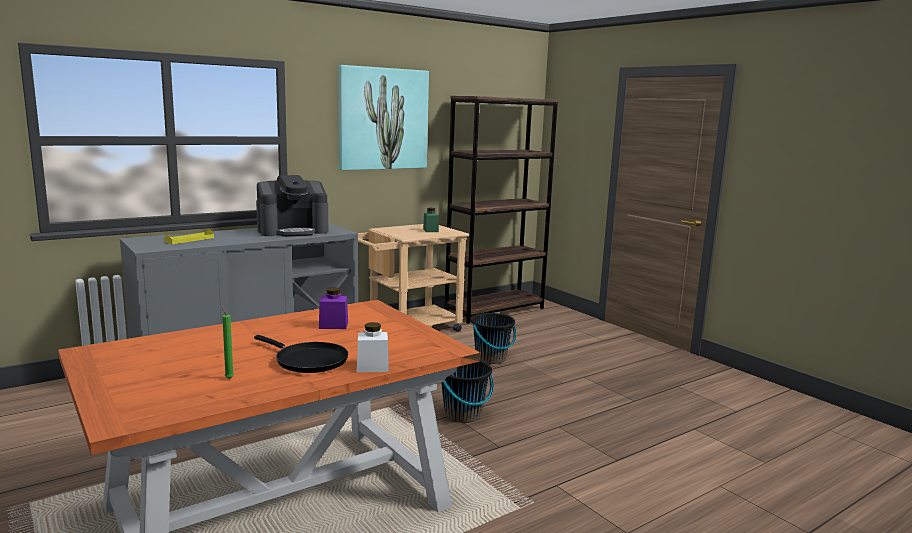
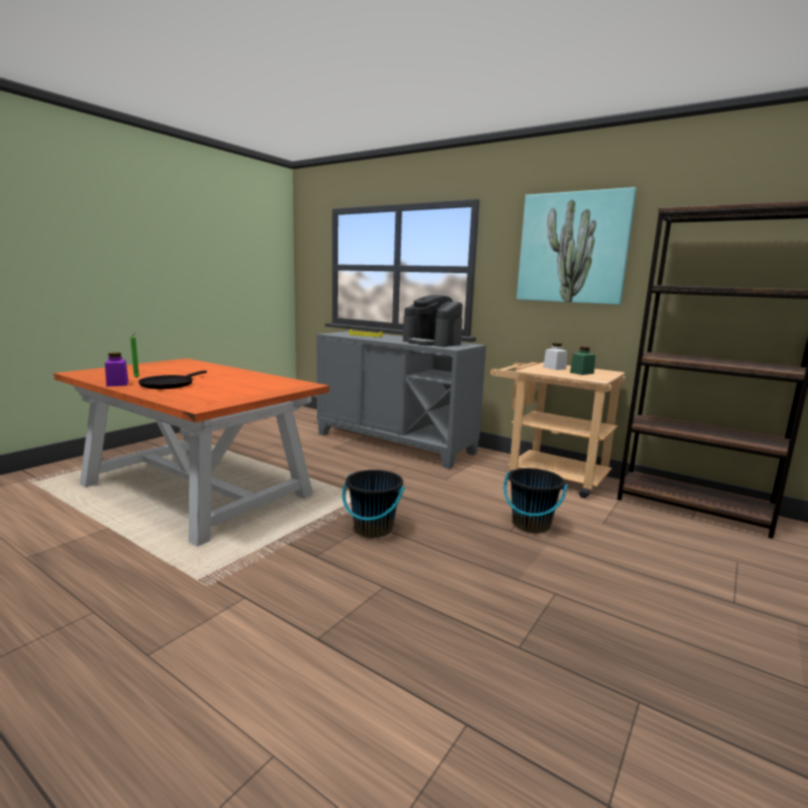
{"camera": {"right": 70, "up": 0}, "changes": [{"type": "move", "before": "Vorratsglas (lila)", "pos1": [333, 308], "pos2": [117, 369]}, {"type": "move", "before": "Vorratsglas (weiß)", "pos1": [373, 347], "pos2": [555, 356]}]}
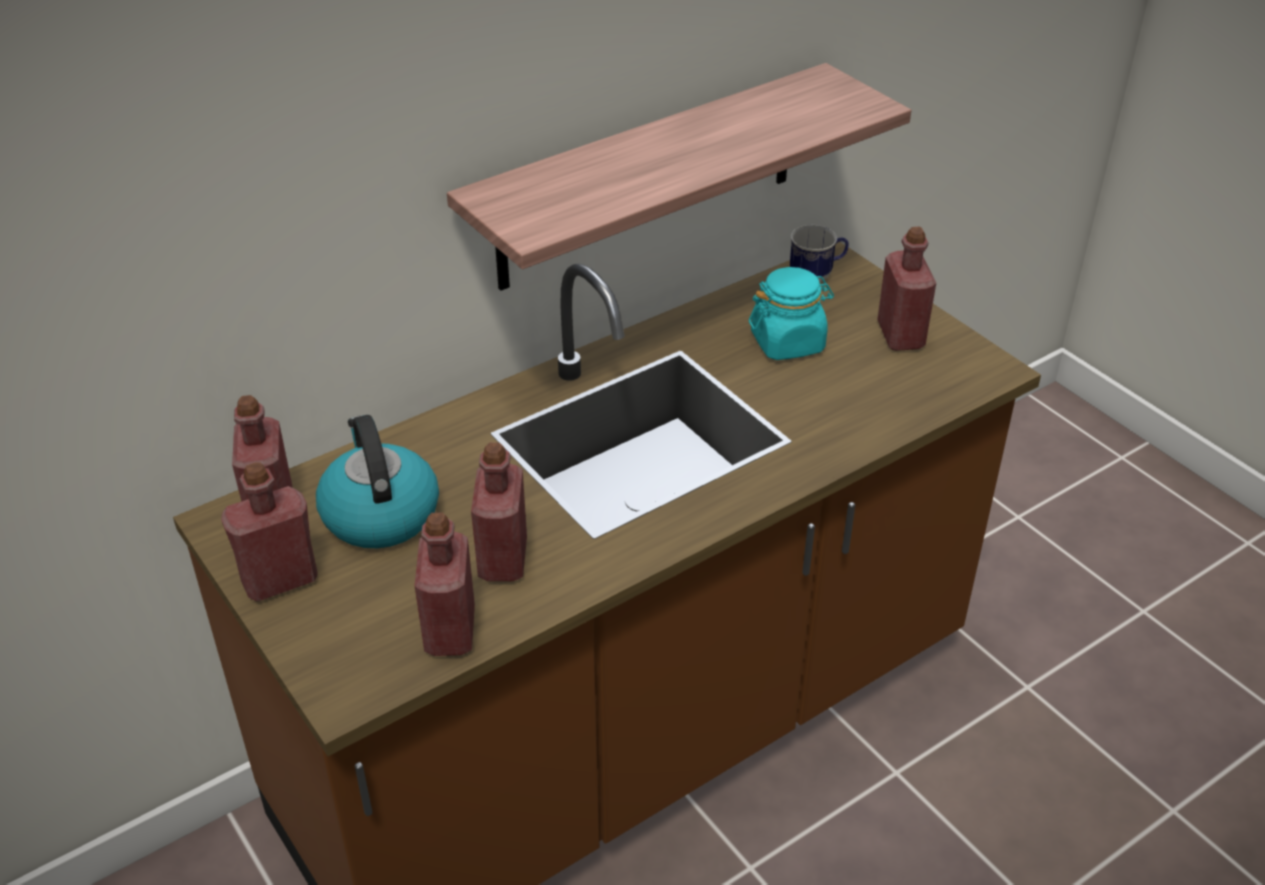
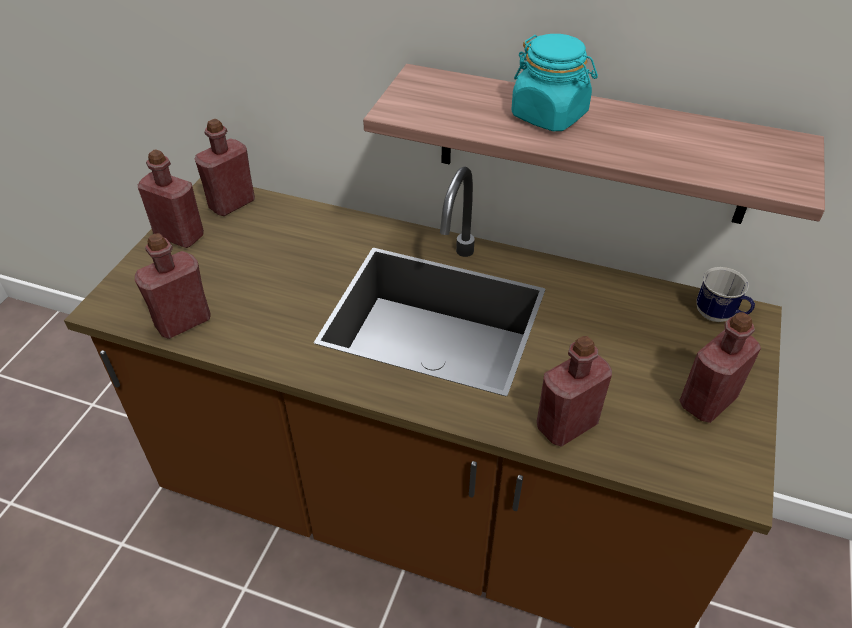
{"camera": {"right": 55, "up": 5}, "changes": [{"type": "move", "before": "Vorratsglas (türkis)", "pos1": [791, 313], "pos2": [554, 82]}, {"type": "delete", "before": "Wasserkessel", "pos1": [377, 481]}, {"type": "move", "before": "Flasche (rot)", "pos1": [499, 512], "pos2": [574, 391]}]}
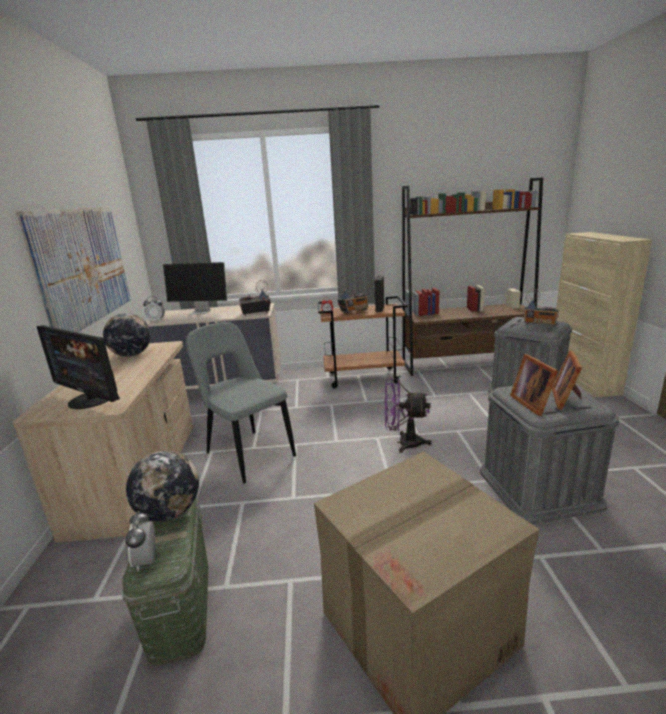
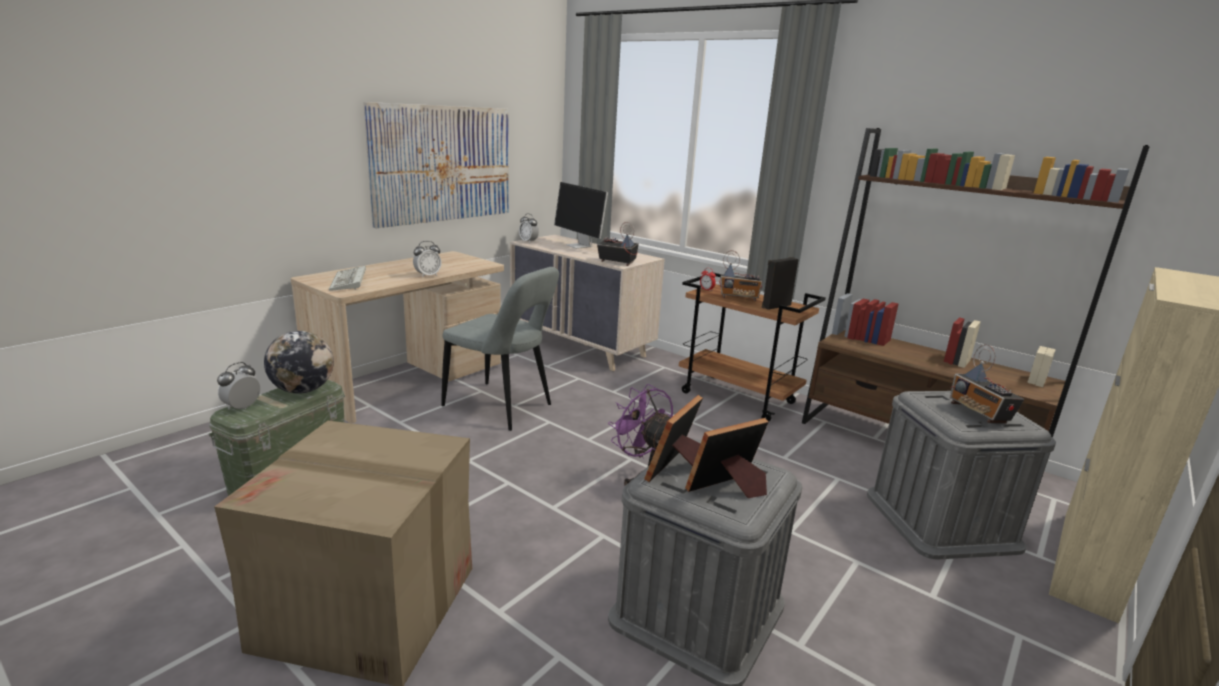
{"camera": {"right": 40, "up": 0}, "changes": [{"type": "delete", "before": "Globus", "pos1": [127, 335]}, {"type": "rotate", "before": "Stuhl (grau)", "pos1": [241, 402], "pos2": [500, 349], "turn": 120}, {"type": "replace", "before": "Monitor", "after": "Tastatur", "pos1": [78, 367], "pos2": [347, 278]}, {"type": "insert", "after": "Wecker", "pos2": [427, 259]}]}
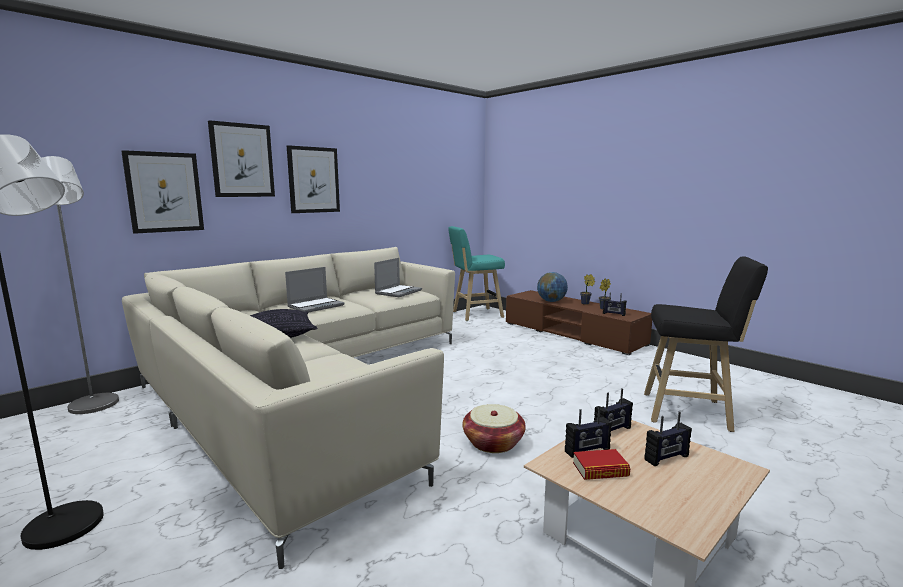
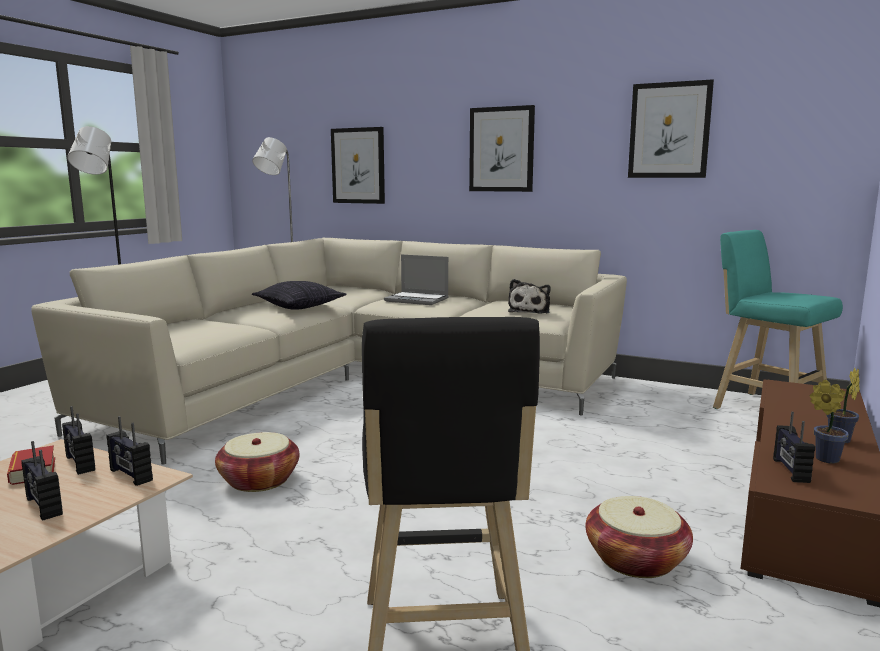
{"camera": {"right": 70, "up": 0}, "changes": [{"type": "move", "before": "Bild", "pos1": [241, 158], "pos2": [671, 128]}, {"type": "replace", "before": "Laptop", "after": "Plüschtier", "pos1": [398, 277], "pos2": [529, 296]}, {"type": "delete", "before": "Globus", "pos1": [552, 287]}, {"type": "insert", "after": "Korb", "pos2": [639, 537]}]}
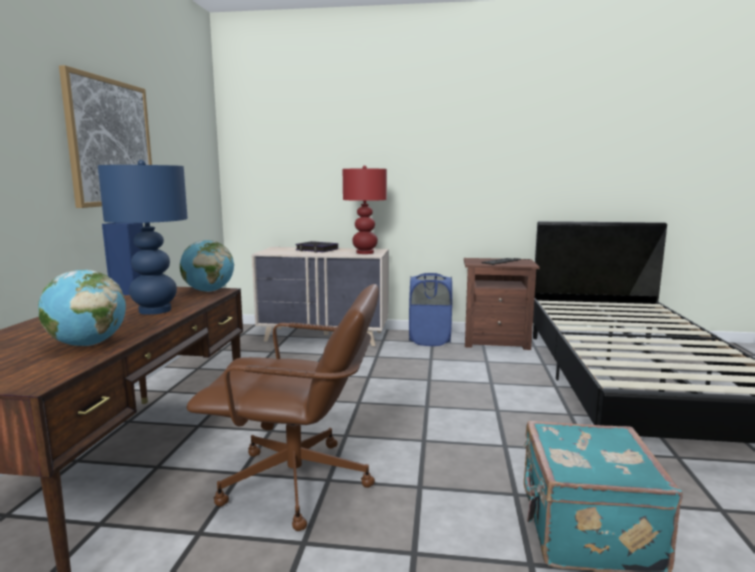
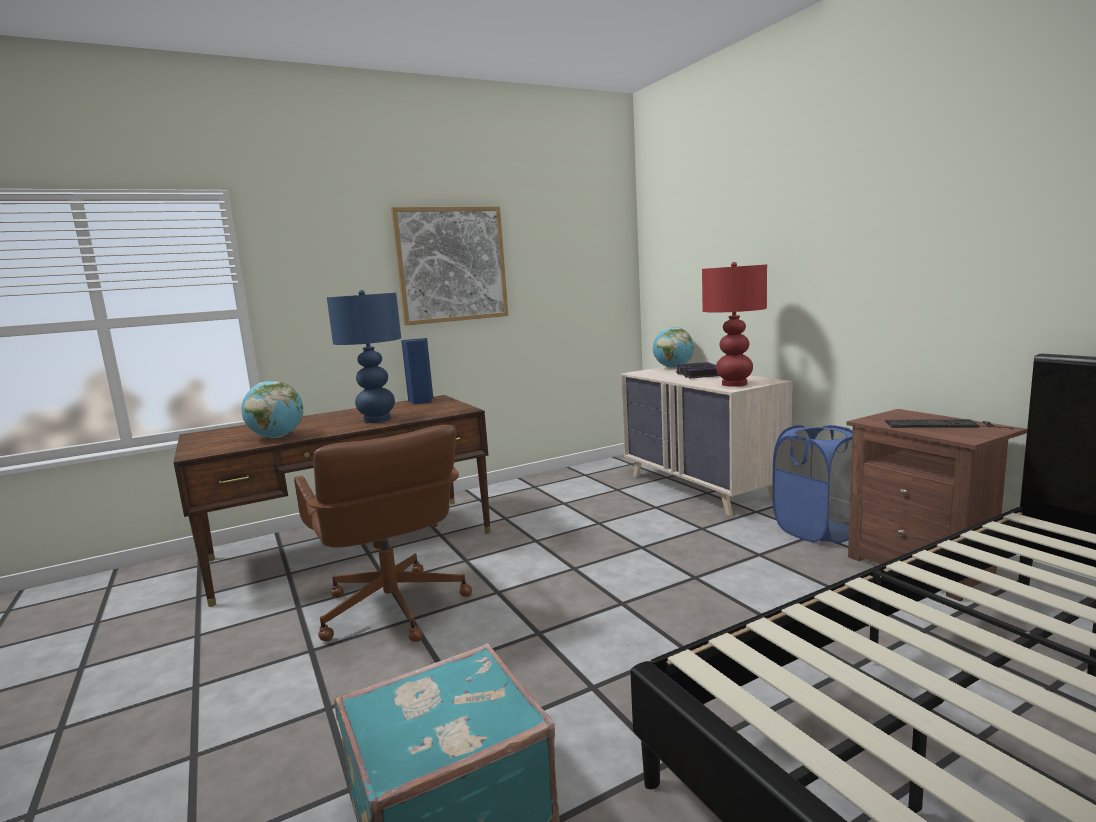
{"camera": {"right": 55, "up": 0}, "changes": [{"type": "move", "before": "Globus", "pos1": [207, 266], "pos2": [673, 347]}]}
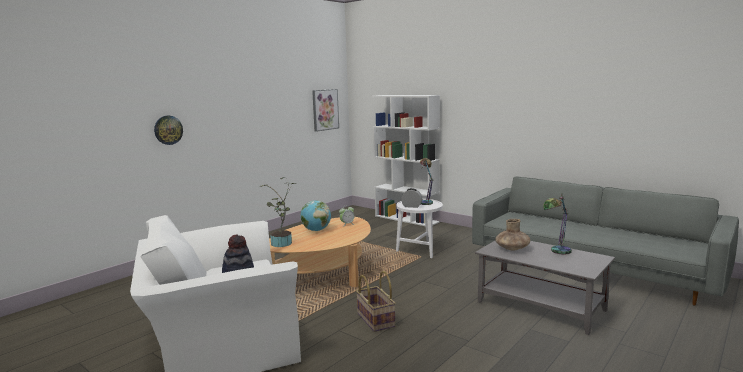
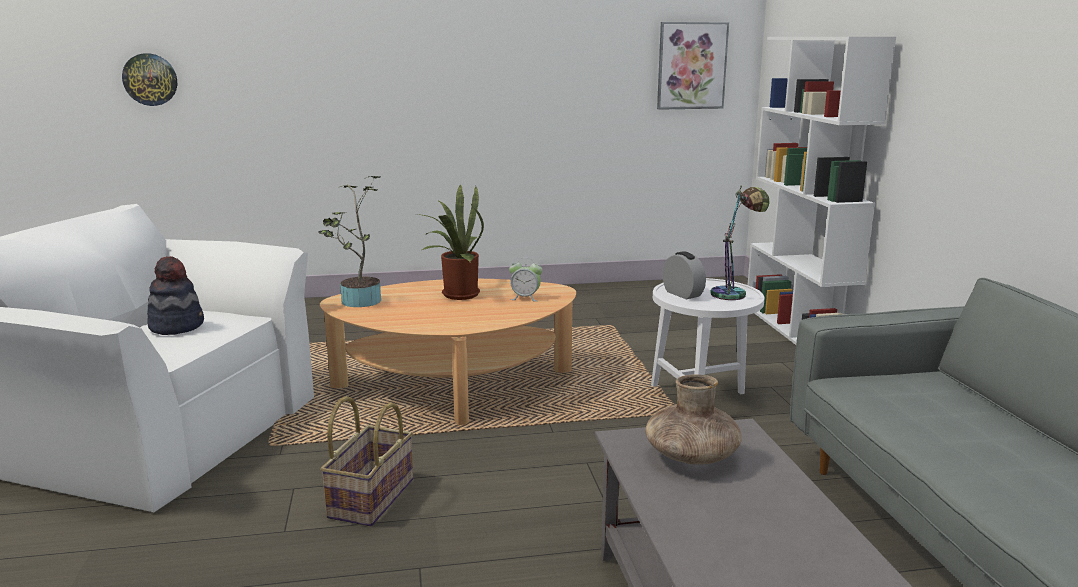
{"camera": {"right": 40, "up": 5}, "changes": [{"type": "move", "before": "Wanduhr", "pos1": [168, 130], "pos2": [149, 79]}, {"type": "delete", "before": "Tischlampe", "pos1": [557, 224]}, {"type": "replace", "before": "Globus", "after": "Topfpflanze", "pos1": [315, 215], "pos2": [450, 242]}]}
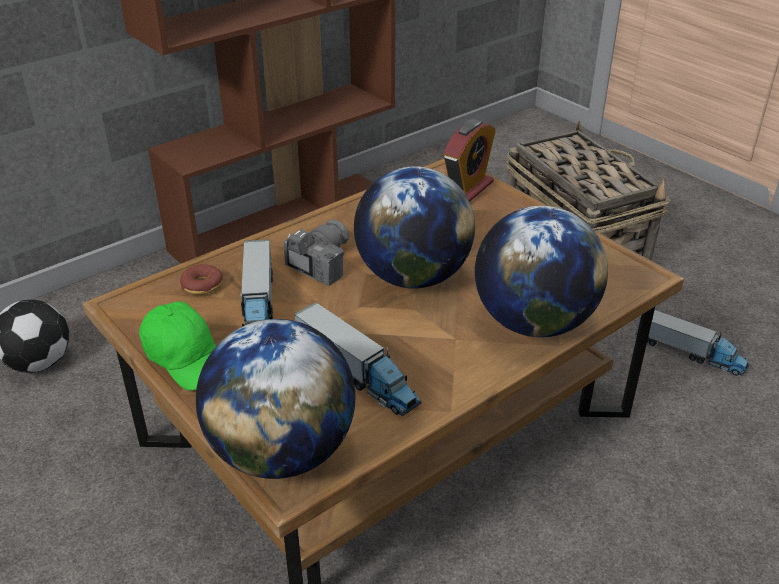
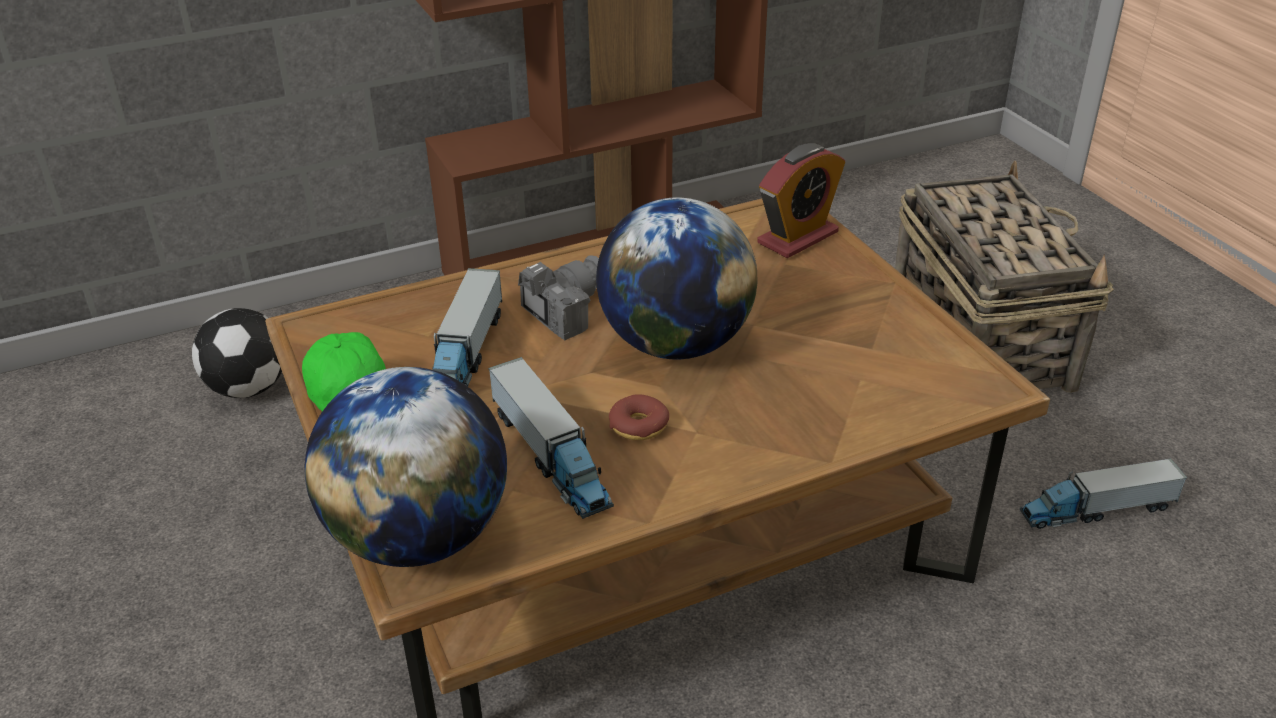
{"camera": {"right": 15, "up": 0}, "changes": [{"type": "delete", "before": "Globus", "pos1": [541, 271]}, {"type": "move", "before": "Donut", "pos1": [201, 279], "pos2": [639, 417]}, {"type": "rotate", "before": "Spielzeuglaster", "pos1": [692, 343], "pos2": [1103, 493], "turn": 120}]}
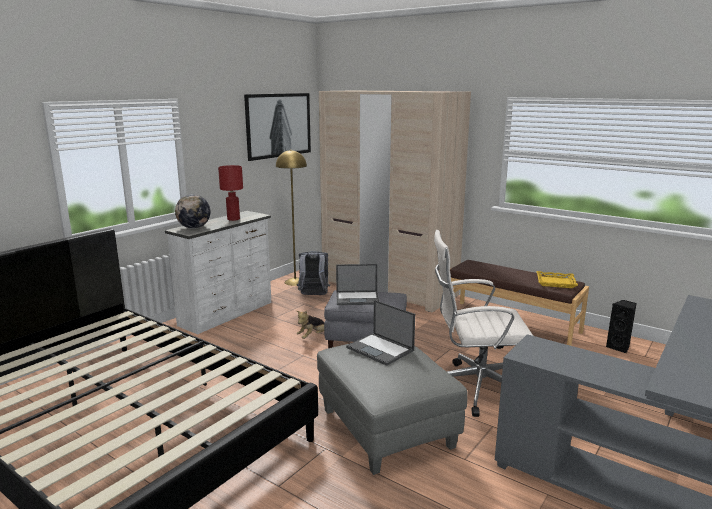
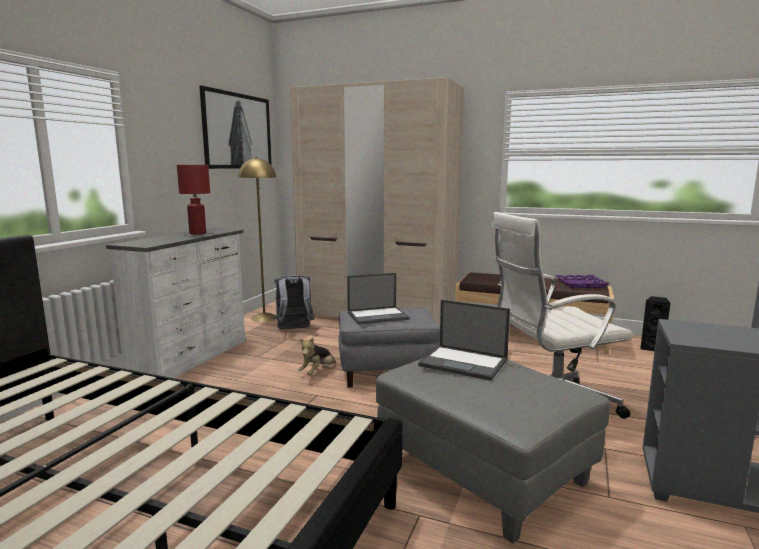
{"camera": {"right": -15, "up": -5}, "changes": [{"type": "delete", "before": "Globus", "pos1": [192, 211]}, {"type": "recolor", "before": "Tablett (gelb)", "after": "Tablett (lila)", "pos1": [557, 279], "pos2": [582, 281]}]}
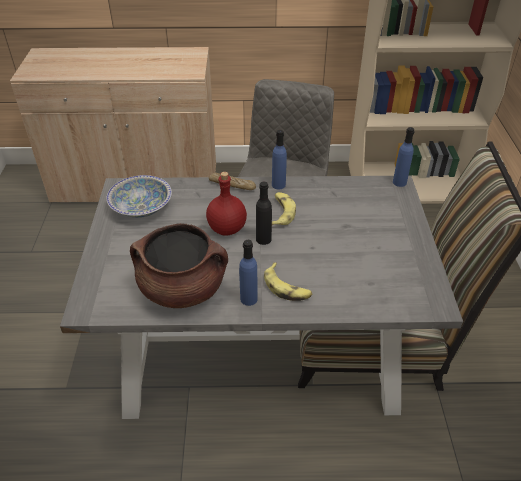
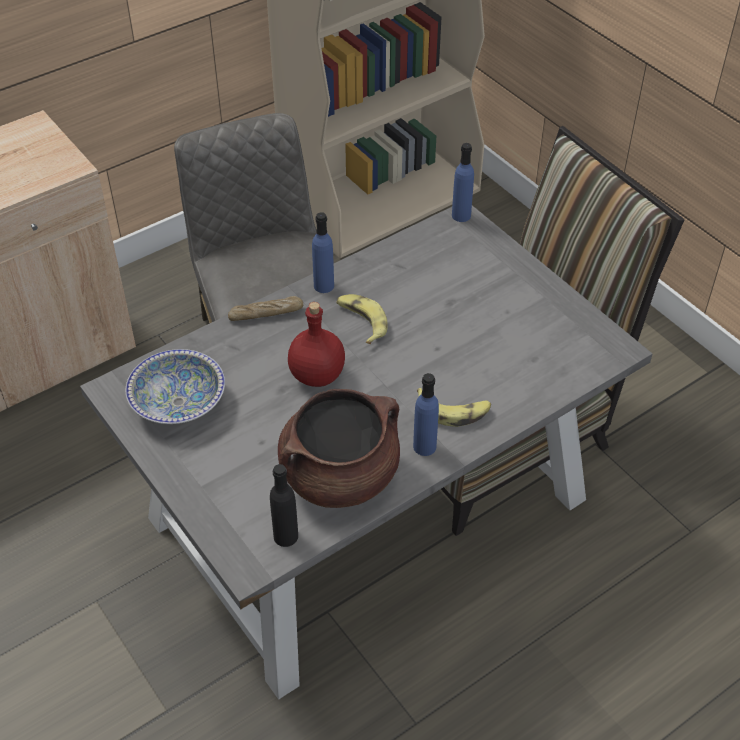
{"camera": {"right": -35, "up": 5}, "changes": [{"type": "move", "before": "Flasche (schwarz)", "pos1": [264, 213], "pos2": [284, 505]}]}
